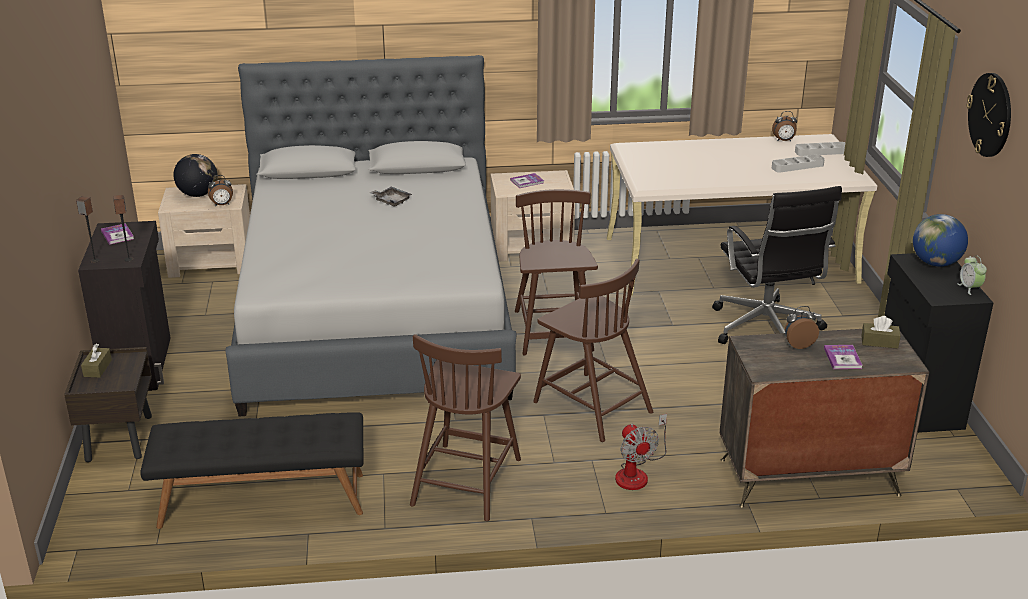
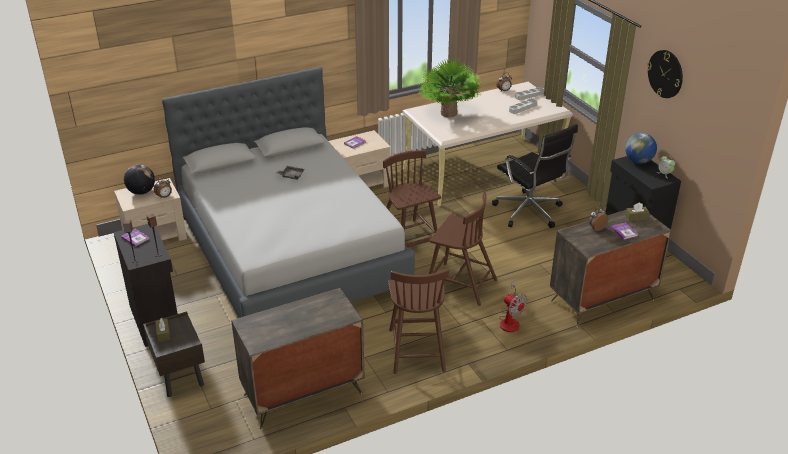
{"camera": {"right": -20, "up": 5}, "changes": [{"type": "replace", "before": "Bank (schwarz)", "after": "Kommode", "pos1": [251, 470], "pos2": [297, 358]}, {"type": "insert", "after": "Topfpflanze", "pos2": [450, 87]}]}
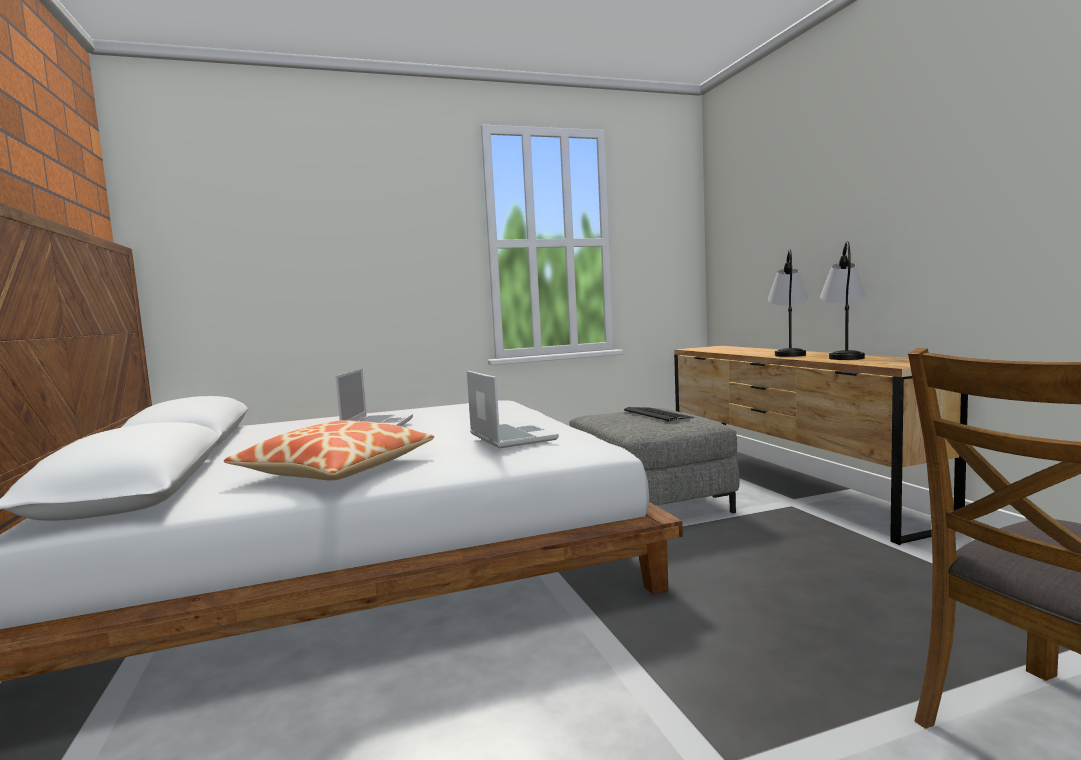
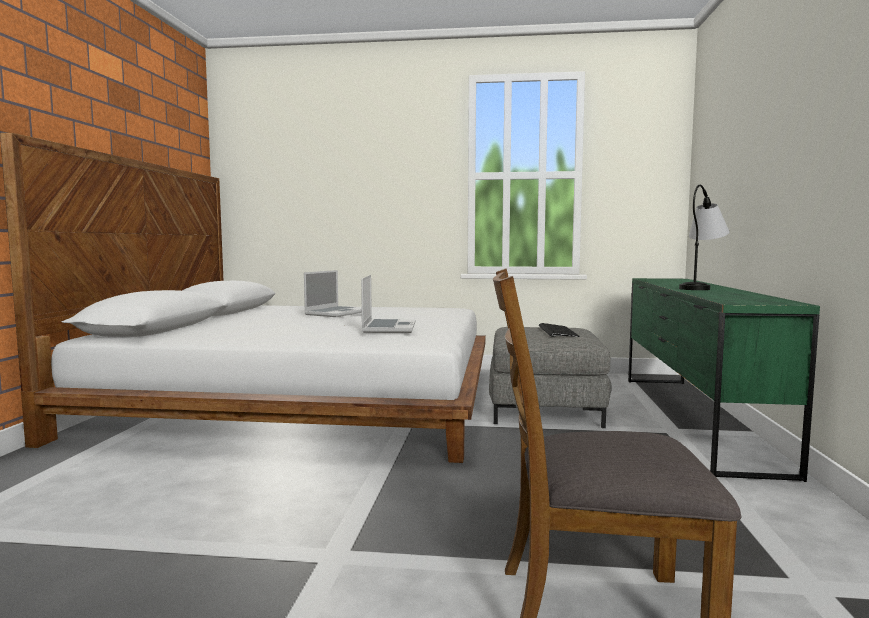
{"camera": {"right": 25, "up": 0}, "changes": [{"type": "delete", "before": "Tischlampe", "pos1": [842, 300]}, {"type": "recolor", "before": "Kommode (braun)", "after": "Kommode (grün)", "pos1": [821, 445], "pos2": [724, 380]}, {"type": "delete", "before": "Kissen", "pos1": [328, 450]}]}
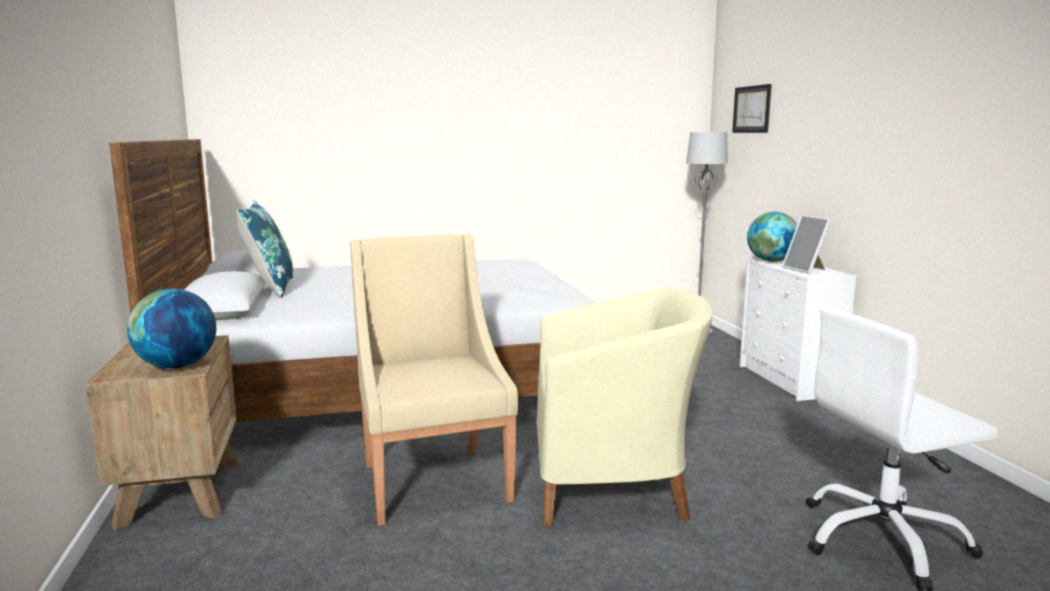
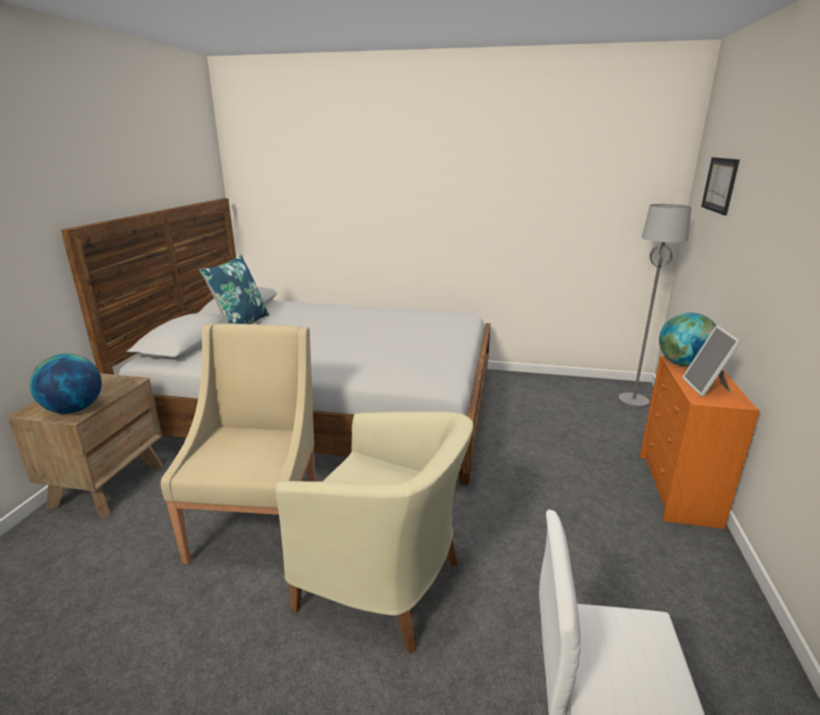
{"camera": {"right": 25, "up": 10}, "changes": [{"type": "recolor", "before": "Kommode (weiß)", "after": "Kommode (orange)", "pos1": [798, 329], "pos2": [700, 442]}]}
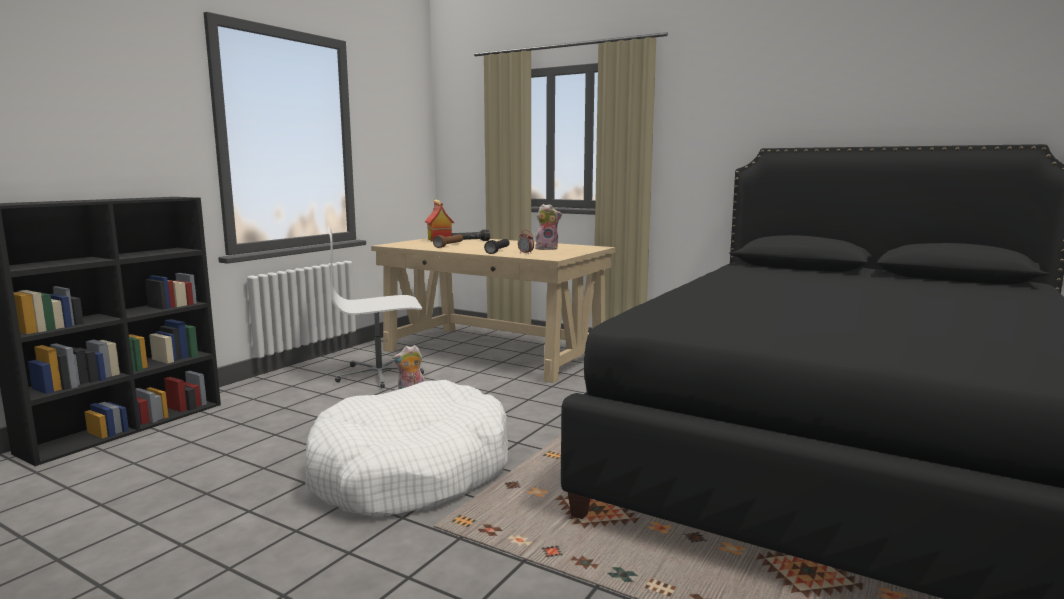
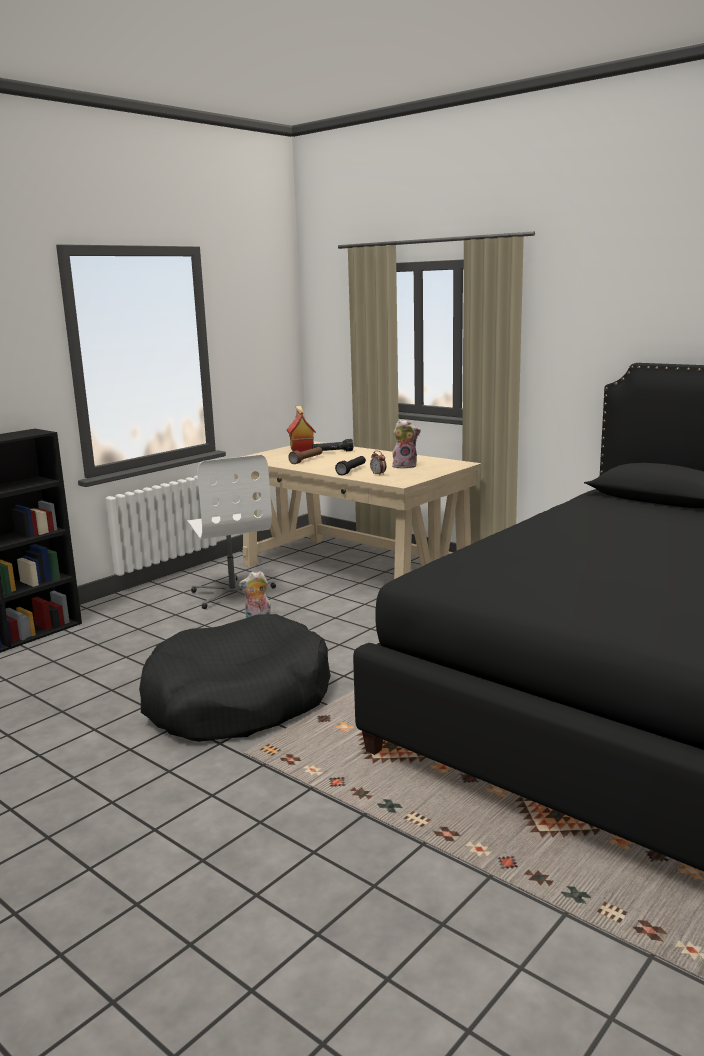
{"camera": {"right": 10, "up": 5}, "changes": [{"type": "rotate", "before": "Bürostuhl (weiß)", "pos1": [376, 307], "pos2": [231, 532], "turn": -105}, {"type": "recolor", "before": "Hundebett (weiß)", "after": "Hundebett (schwarz)", "pos1": [406, 448], "pos2": [235, 678]}]}
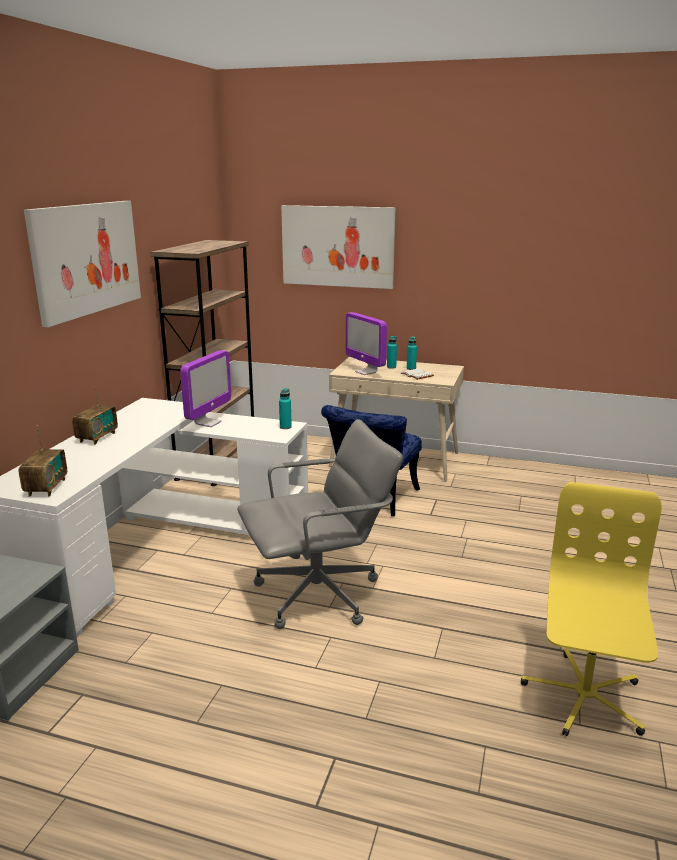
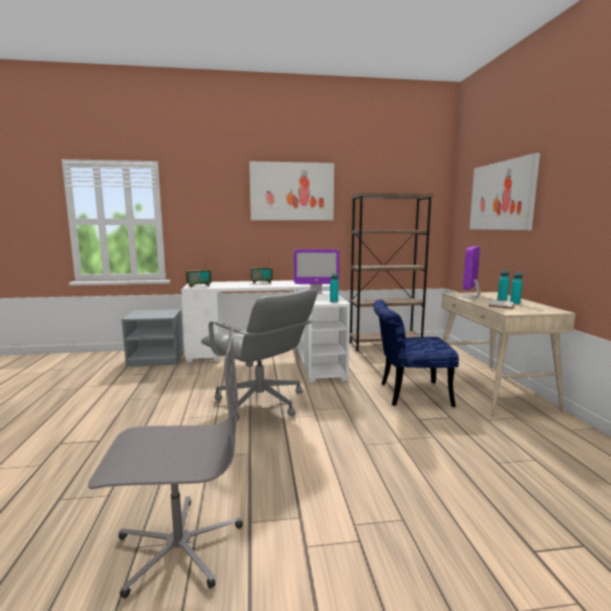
{"camera": {"right": 65, "up": -10}, "changes": [{"type": "recolor", "before": "Bürostuhl (gelb)", "after": "Bürostuhl (grau)", "pos1": [591, 609], "pos2": [165, 462]}]}
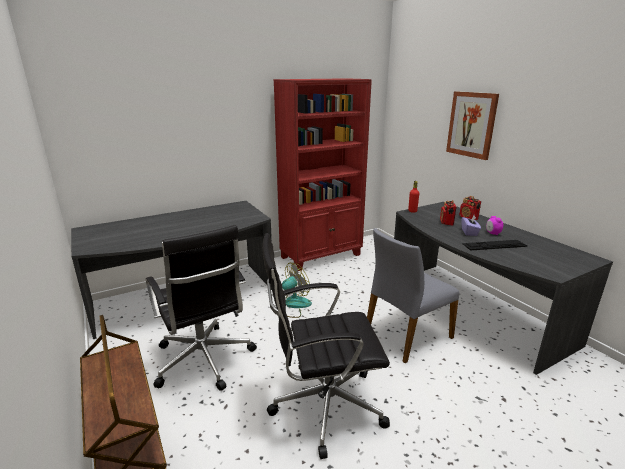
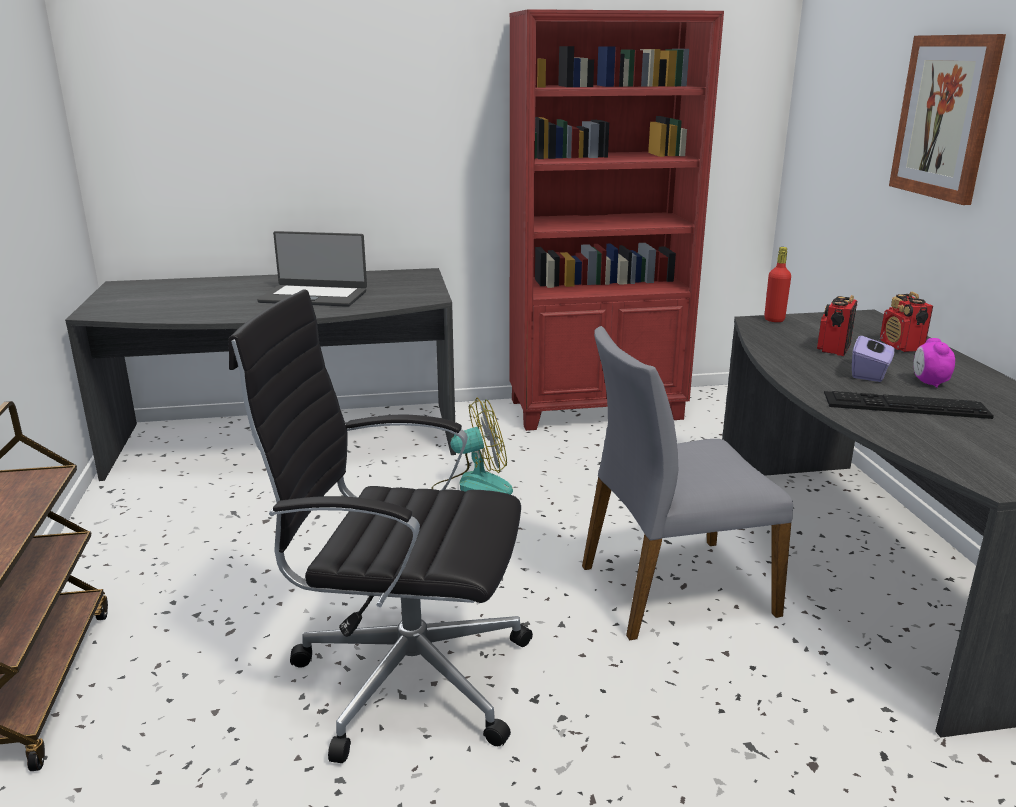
{"camera": {"right": 20, "up": 0}, "changes": [{"type": "delete", "before": "Bürostuhl (schwarz)", "pos1": [201, 308]}, {"type": "insert", "after": "Laptop", "pos2": [312, 269]}]}
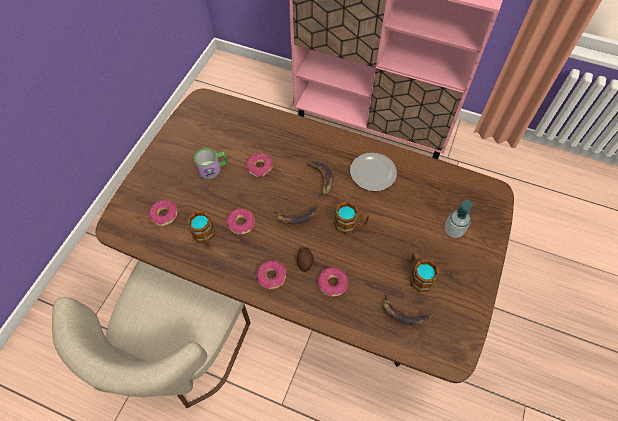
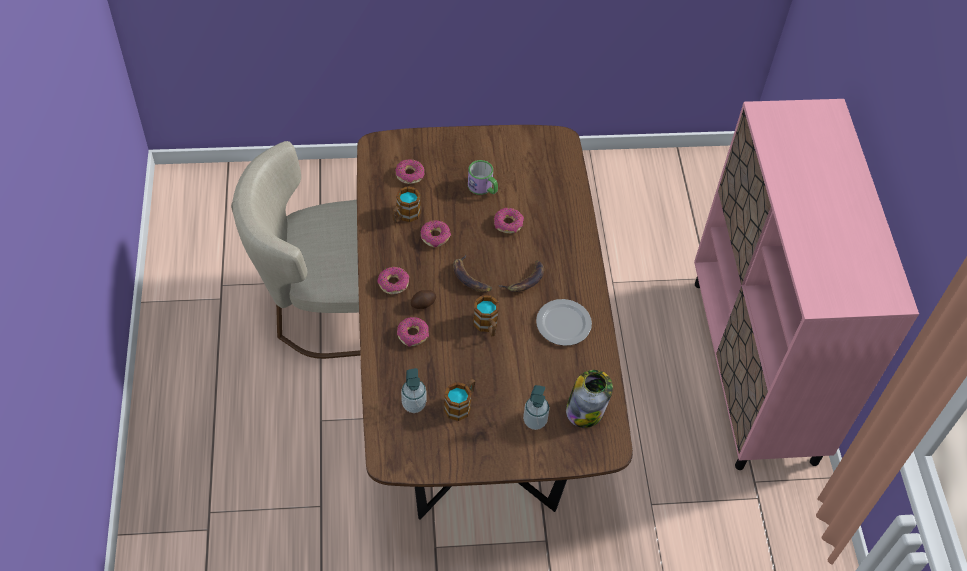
{"camera": {"right": 60, "up": -5}, "changes": [{"type": "replace", "before": "Banane", "after": "Seifenspender", "pos1": [407, 309], "pos2": [413, 390]}, {"type": "insert", "after": "Vorratsglas", "pos2": [589, 399]}]}
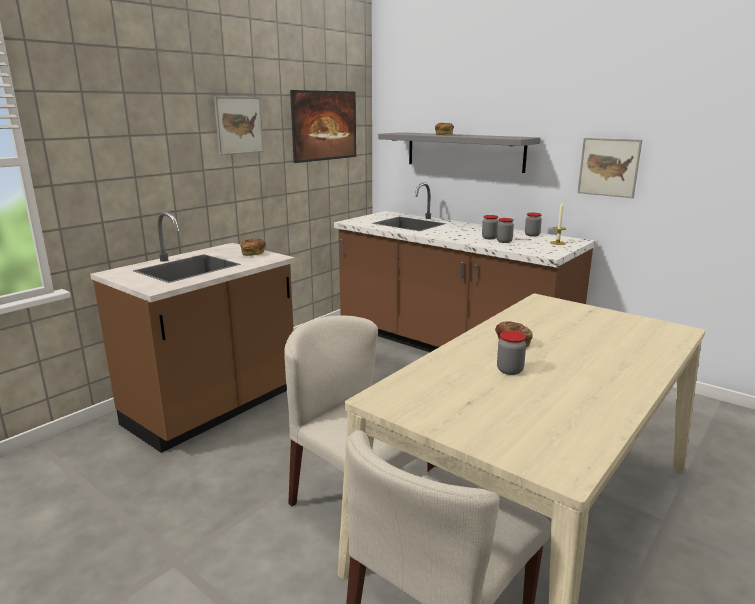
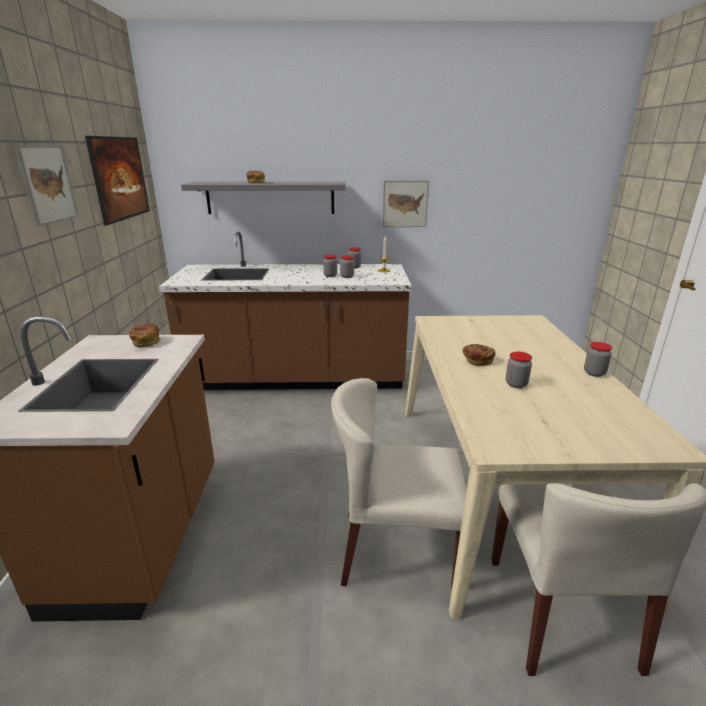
{"camera": {"right": -40, "up": 5}, "changes": [{"type": "insert", "after": "Vorratsglas", "pos2": [598, 359]}]}
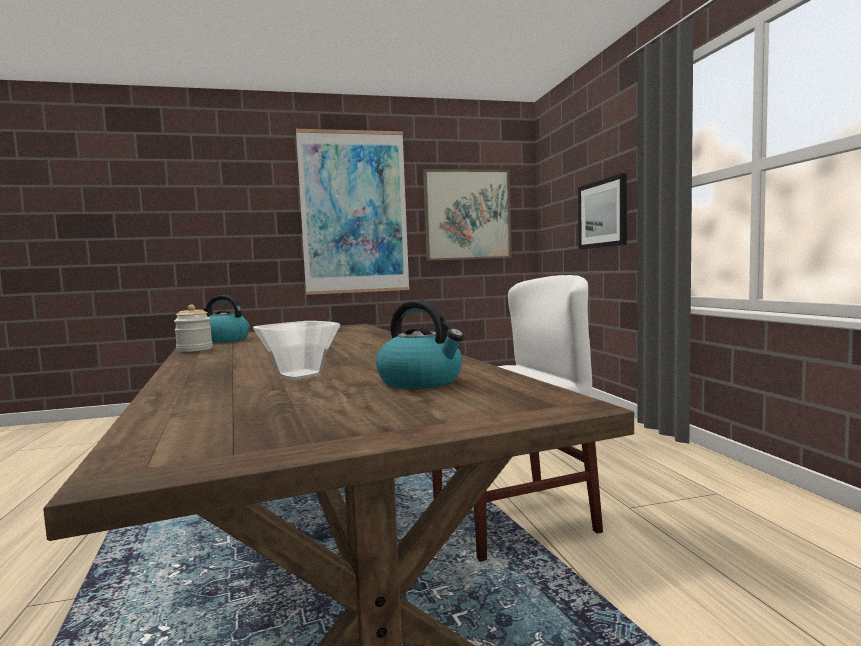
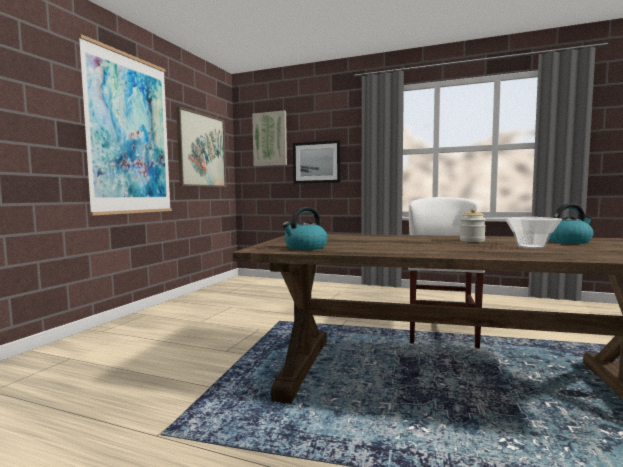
{"camera": {"right": -55, "up": 0}, "changes": [{"type": "move", "before": "Vorratsglas", "pos1": [193, 328], "pos2": [473, 225]}, {"type": "insert", "after": "Bild", "pos2": [269, 138]}]}
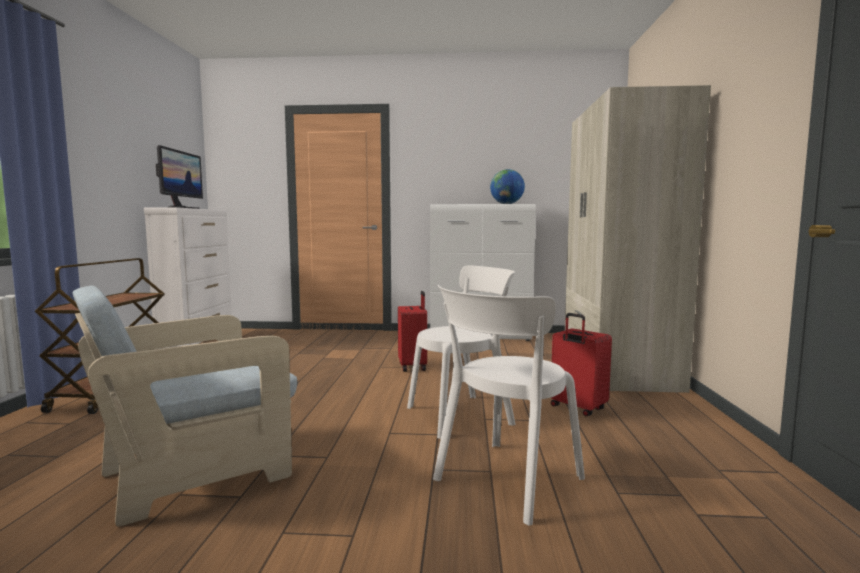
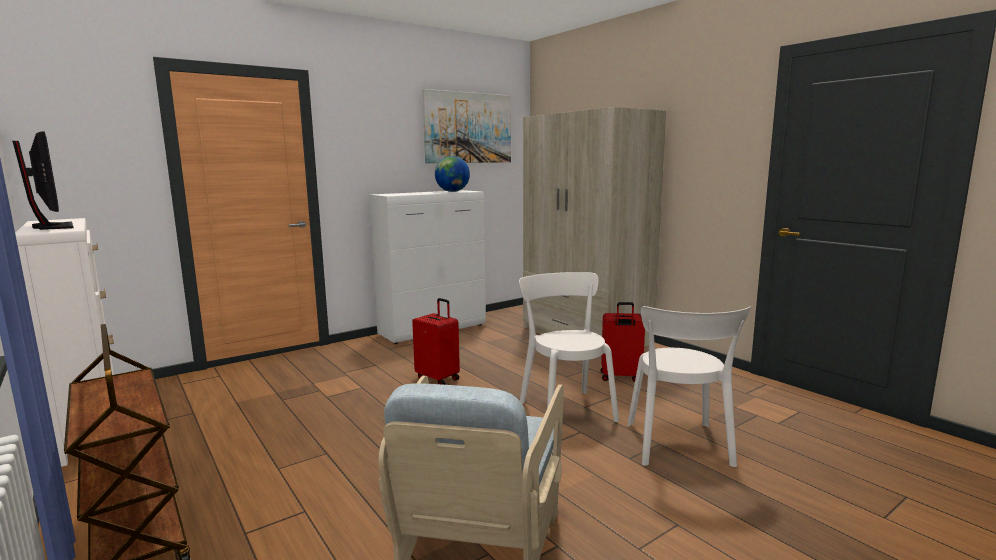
{"camera": {"right": -40, "up": 5}, "changes": [{"type": "rotate", "before": "Stuhl (weiß)", "pos1": [461, 352], "pos2": [569, 347], "turn": -45}, {"type": "insert", "after": "Bild", "pos2": [467, 126]}]}
